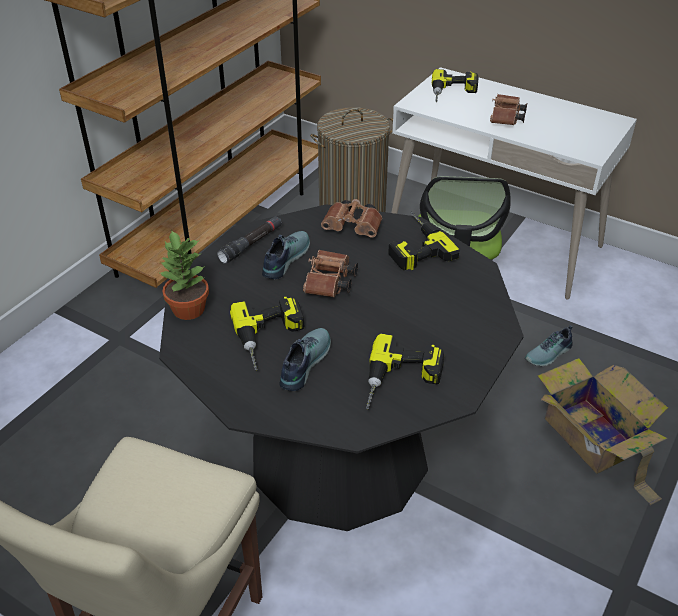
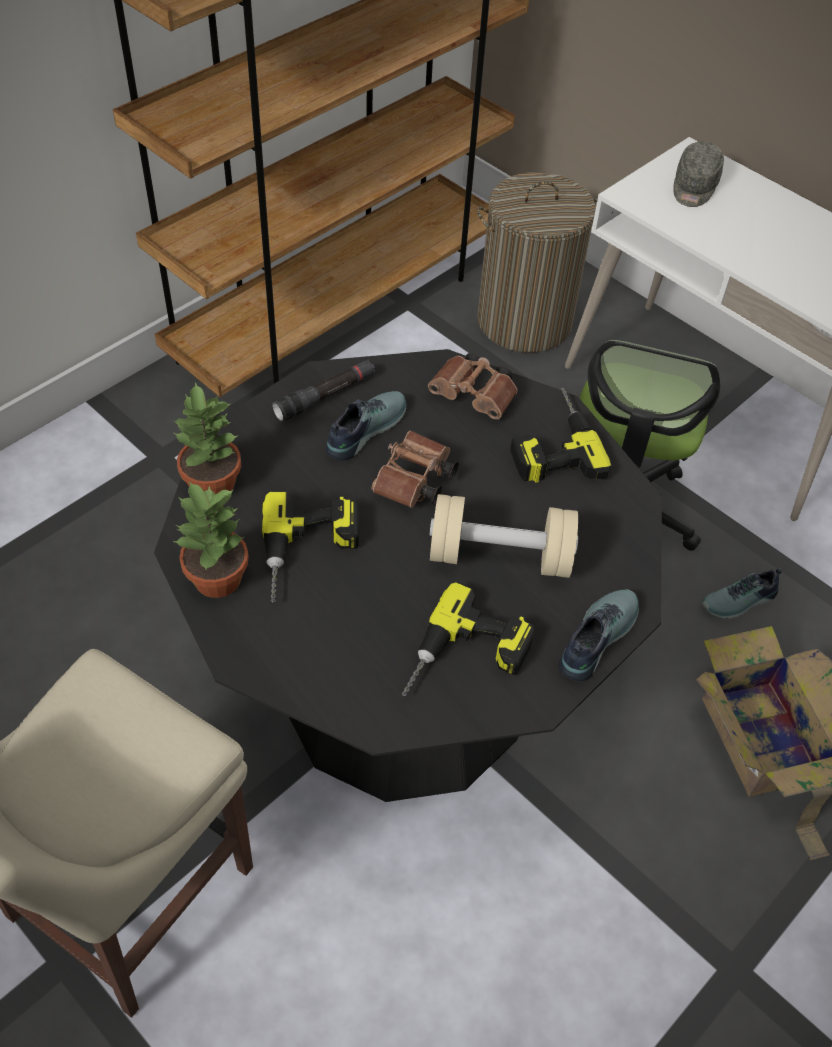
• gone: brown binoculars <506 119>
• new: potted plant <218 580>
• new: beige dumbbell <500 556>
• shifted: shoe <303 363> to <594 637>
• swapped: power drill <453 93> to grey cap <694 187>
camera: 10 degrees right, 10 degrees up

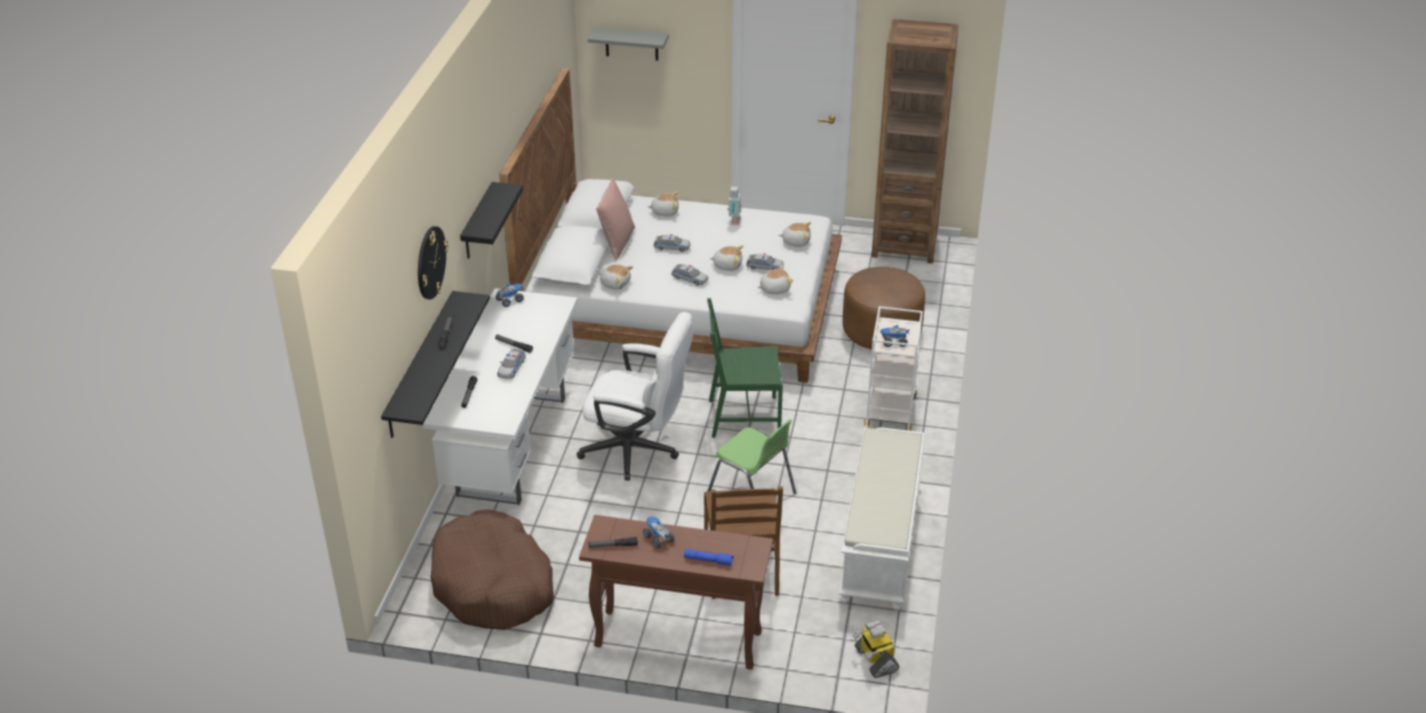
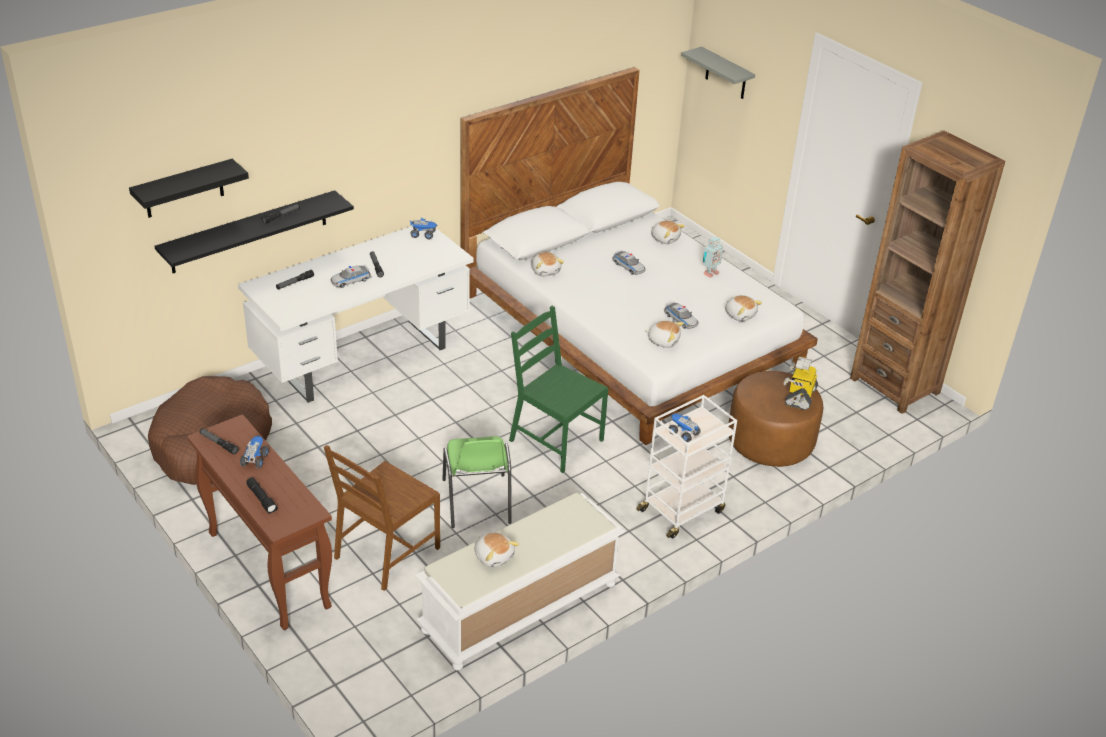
• gone: wall clock <430 262>
• gone: white office chair <638 450>
• gone: pink pillow <616 243>
• gone: toy car <690 278>
• shifted: black shelf <477 223> to <184 189>
• shifted: plush toy <727 265> to <494 556>
• shifted: toy robot <875 660> to <799 396>
• repainted: blue flashlight <709 560> to black flashlight <262 499>
camera: 40 degrees right, 0 degrees up

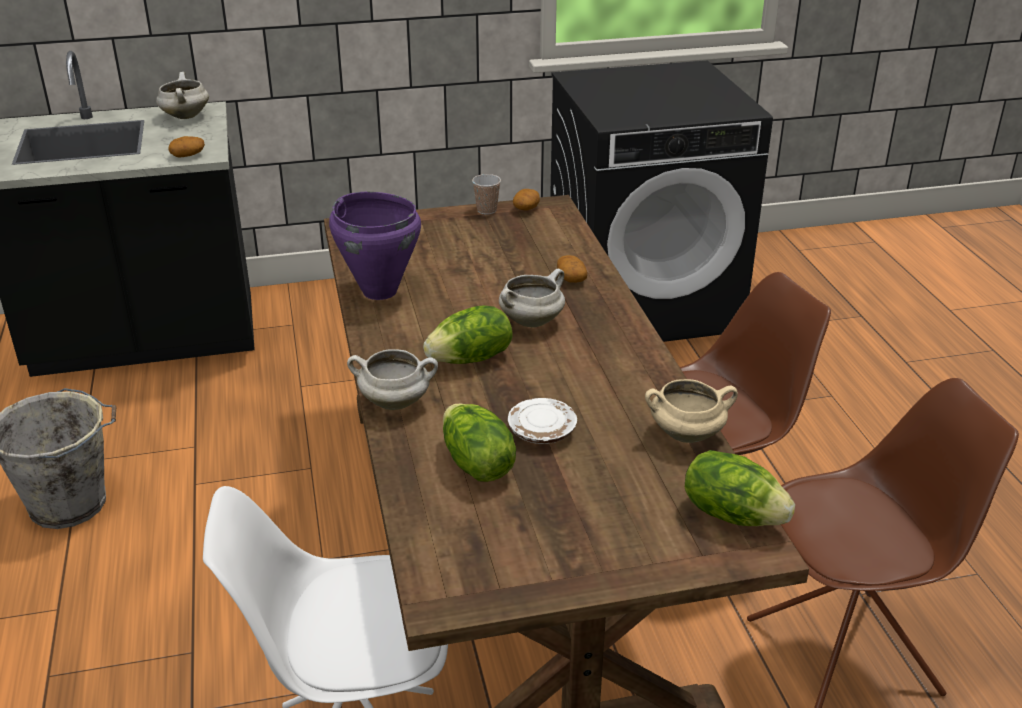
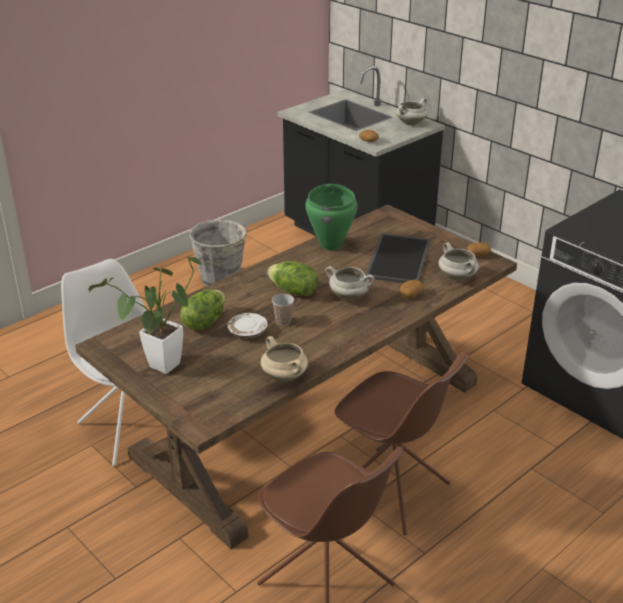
• gone: lettuce <732 513>
• new: potted plant <160 369>
• new: tray <397 258>
• shifted: white cooking pot <396 402> to <458 278>
• shifted: cup <486 210> to <283 321>
• repainted: purple cooking pot <379 291> to green cooking pot <331 245>
camera: 60 degrees right, 0 degrees up

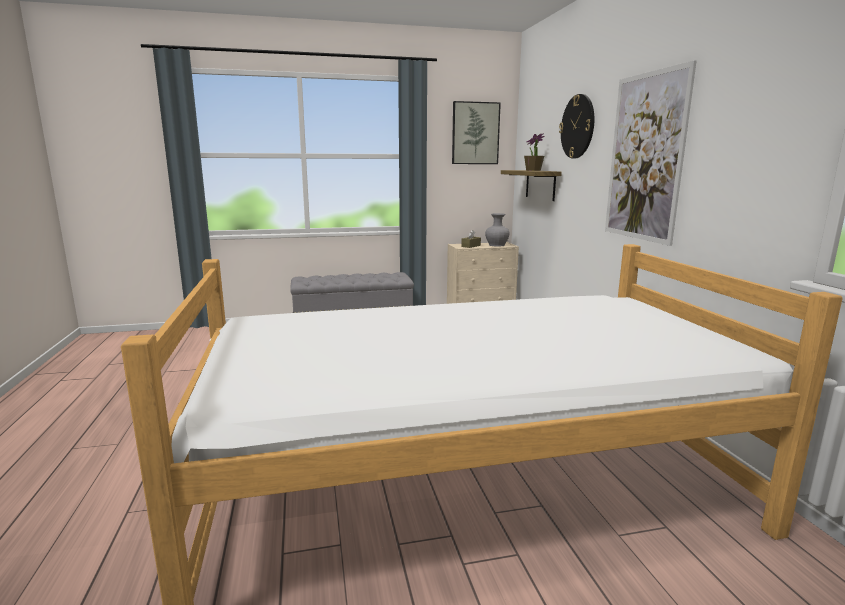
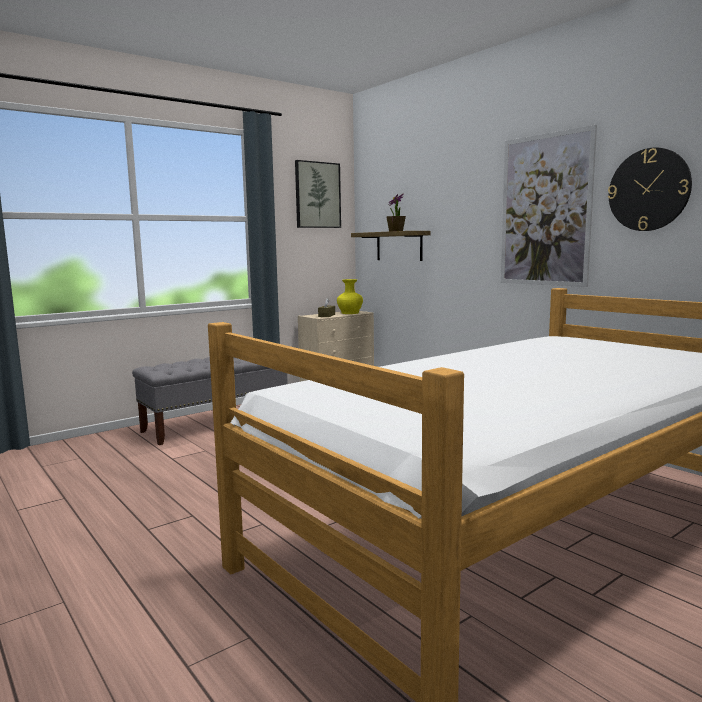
• shifted: wall clock <577 126> to <648 190>
• repainted: grey vase <497 245> to yellow vase <350 313>
camera: 25 degrees left, 5 degrees down

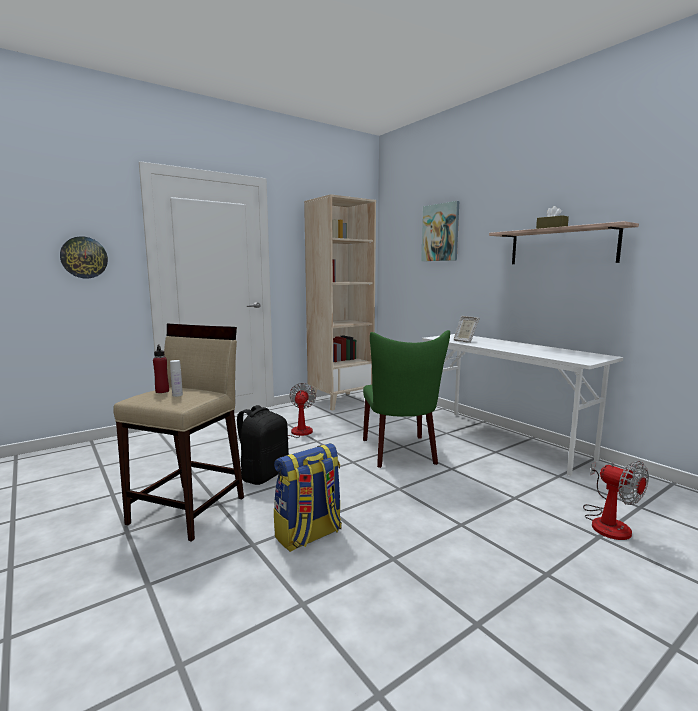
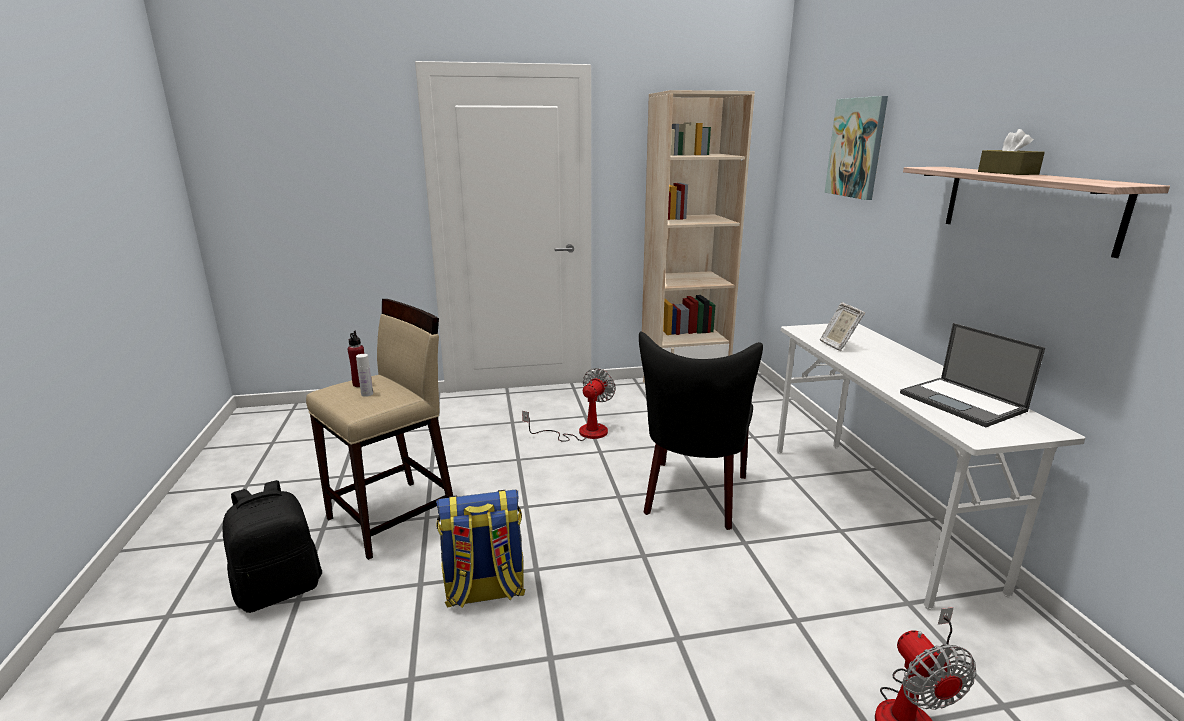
• gone: wall clock <84 257>
• new: laptop <963 402>
• shifted: black backpack <263 475> to <280 589>
• repainted: green chair <401 453> to black chair <693 498>
camera: 25 degrees right, 10 degrees up

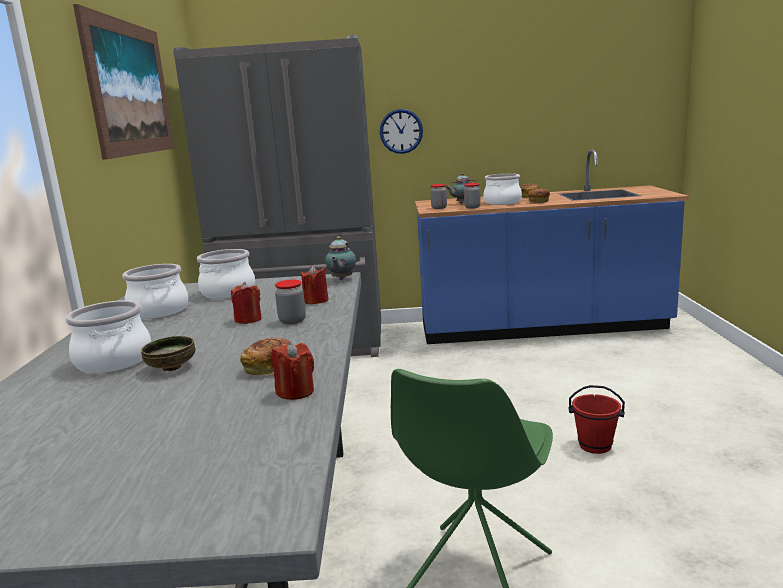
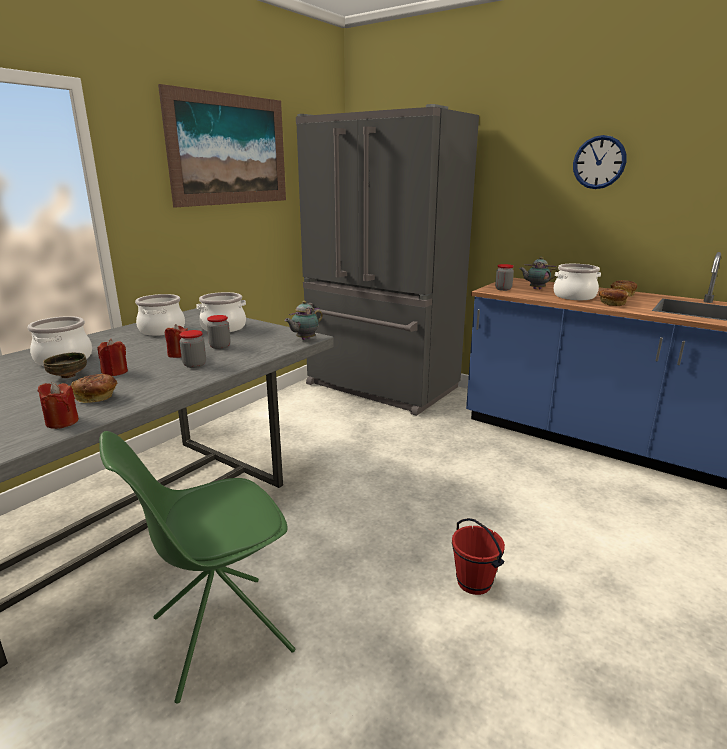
• shifted: red candle <316 301> to <115 372>
• shifted: wall clock <401 131> to <599 162>
• shifted: jar <472 207> to <220 346>
camera: 35 degrees right, 5 degrees up

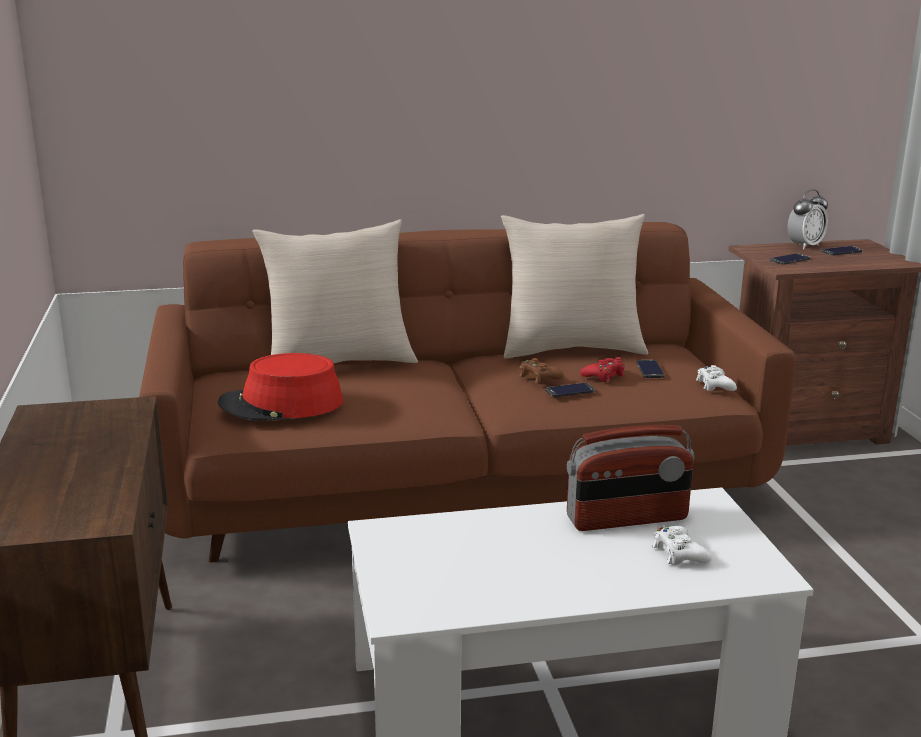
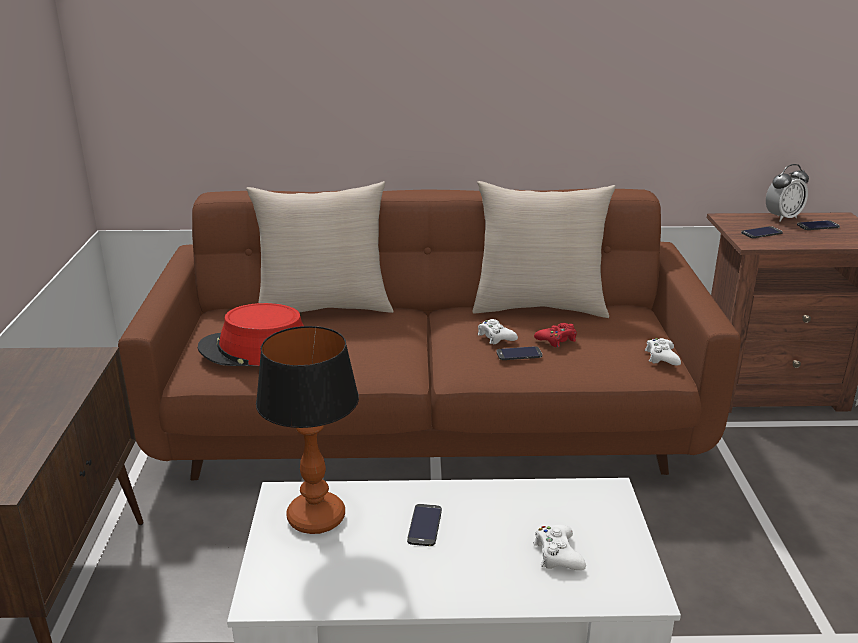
• gone: radio <627 519>
• new: table lamp <317 517>
• shifted: phone <650 369> to <424 525>
• repainted: brown game controller <539 377> to white game controller <495 337>
camera: 10 degrees right, 5 degrees up

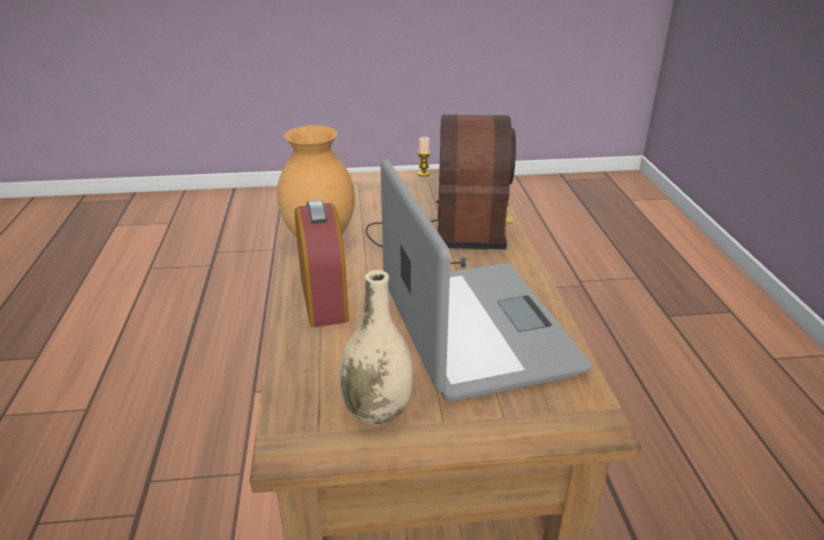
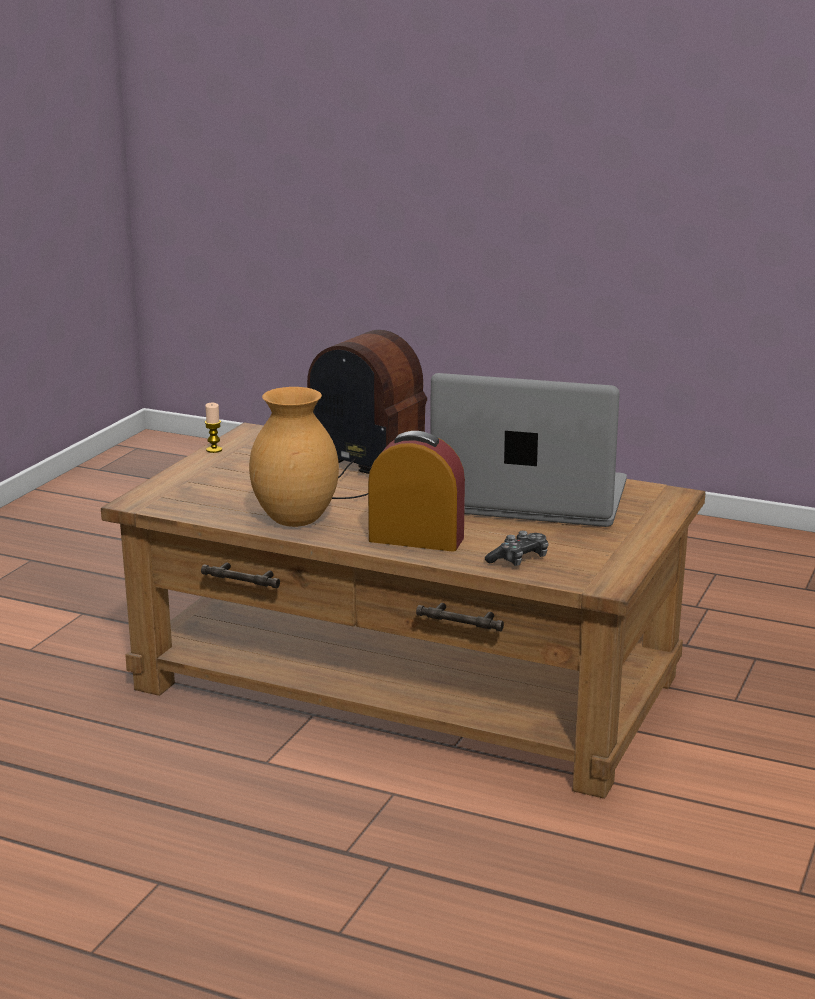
• gone: beige vase <377 411>
• new: game controller <519 560>
camera: 60 degrees left, 10 degrees down

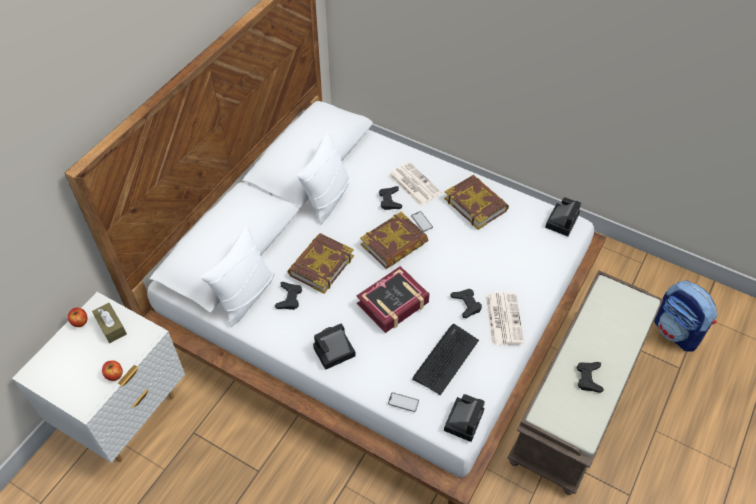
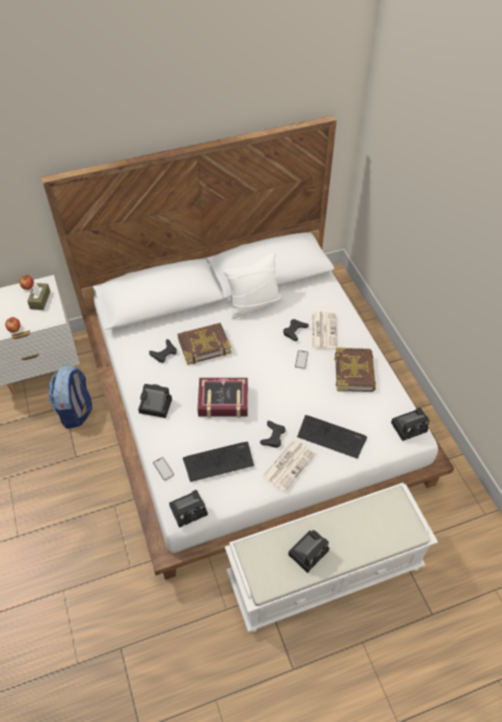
• gone: white pillow <245 296>
• gone: book <394 244>
• new: keyboard <331 436>
• shifted: backpack <676 332> to <76 411>
• swapped: black game controller <588 378> to photo camera <309 551>
• repainted: brown bench <576 397> to white bench <325 570>
camera: 40 degrees right, 0 degrees up

